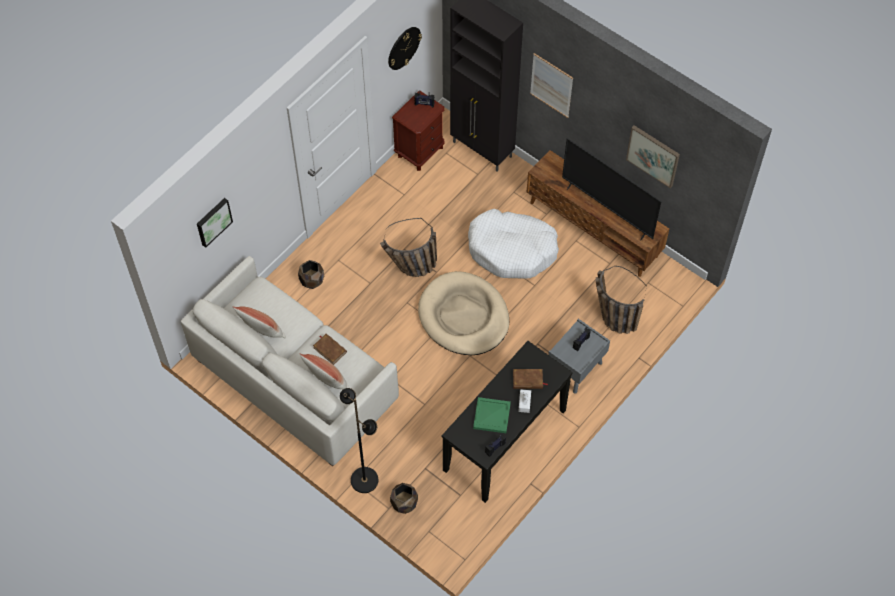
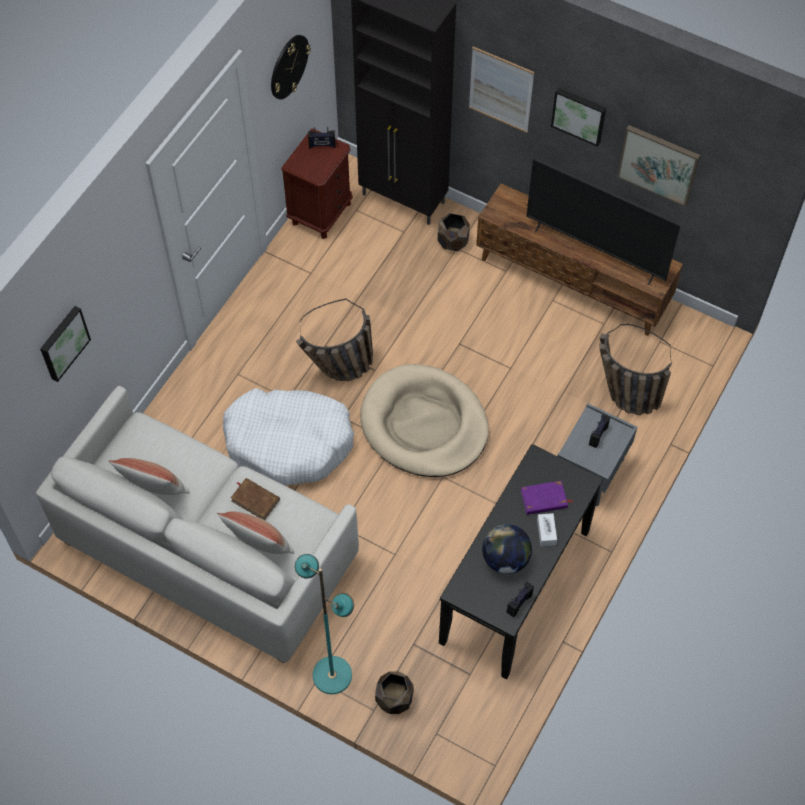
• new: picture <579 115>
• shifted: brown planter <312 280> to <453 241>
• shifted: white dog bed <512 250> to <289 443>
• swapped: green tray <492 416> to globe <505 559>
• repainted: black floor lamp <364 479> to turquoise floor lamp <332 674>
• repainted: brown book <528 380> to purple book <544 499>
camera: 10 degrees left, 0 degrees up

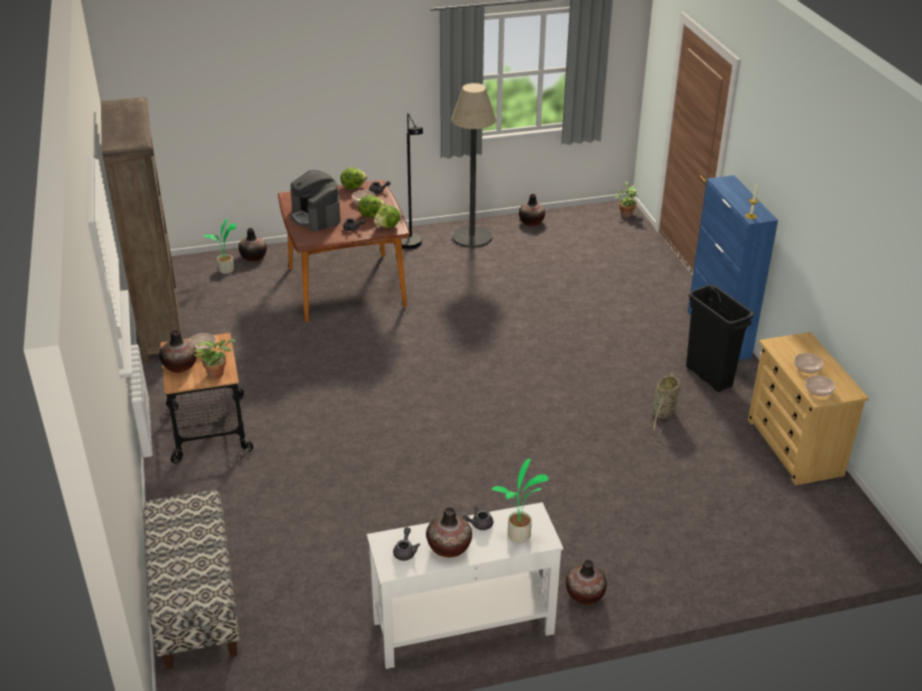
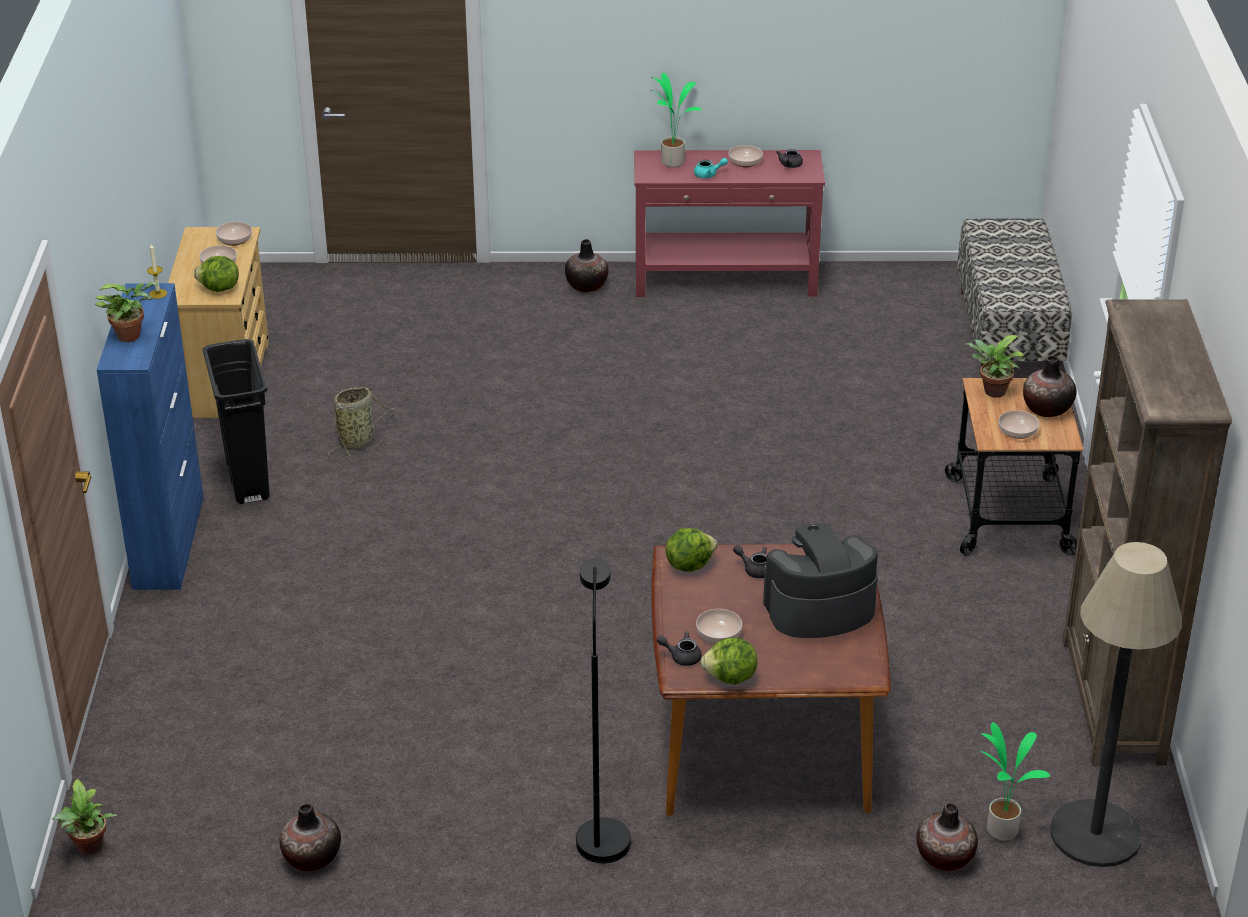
• new: potted plant <132 335>
• shifted: lettuce <371 215> to <219 289>
• shifted: floor lamp <472 237> to <1095 834>
• swapped: vase <449 548> to bowl <746 162>
• repainted: white console table <462 627> to red console table <726 280>
• repainted: grey teapot <478 524> to turquoise teapot <708 175>
• rotated: coffee machine <316 217> = <818 609> 90 degrees counterclockwise
camera: 165 degrees left, 0 degrees up

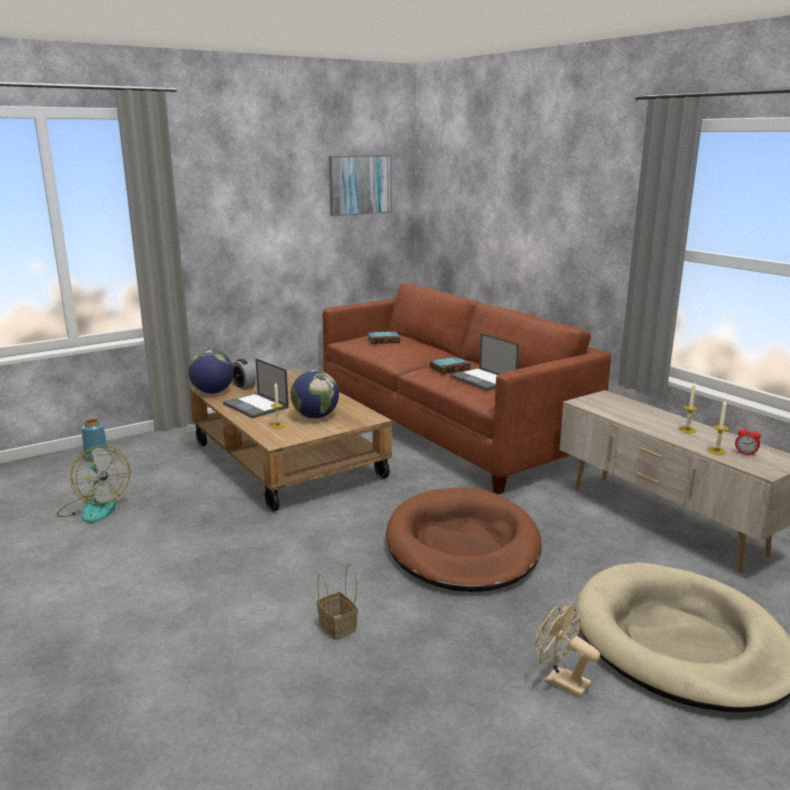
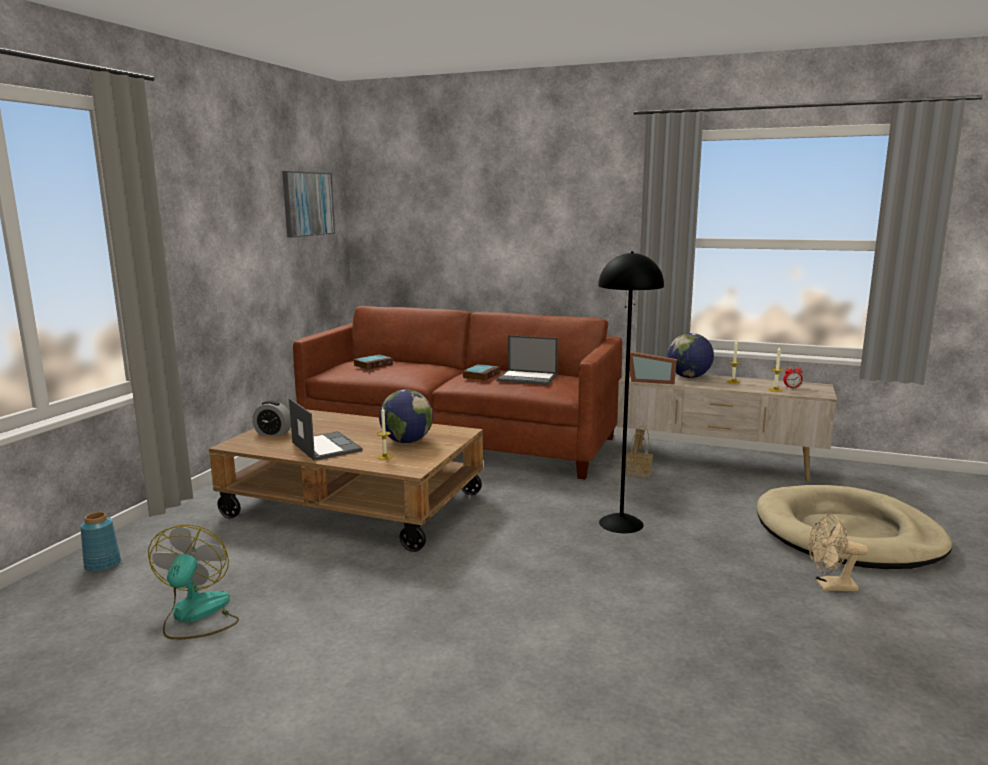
• new: picture frame <650 381>
• shifted: globe <213 392> to <689 377>
• shifted: basket <339 627> to <639 473>
• swapped: brown dog bed <462 545> to black floor lamp <621 523>
• rotated: fan <94 508> = <196 615> 105 degrees counterclockwise
• rotated: laptop <256 406> = <325 446> 135 degrees counterclockwise
camera: 35 degrees left, 5 degrees down

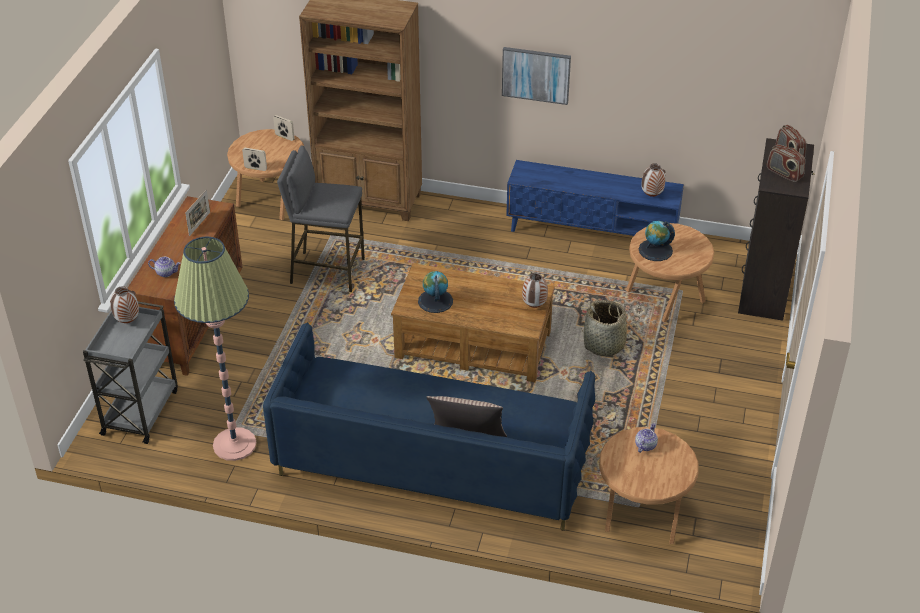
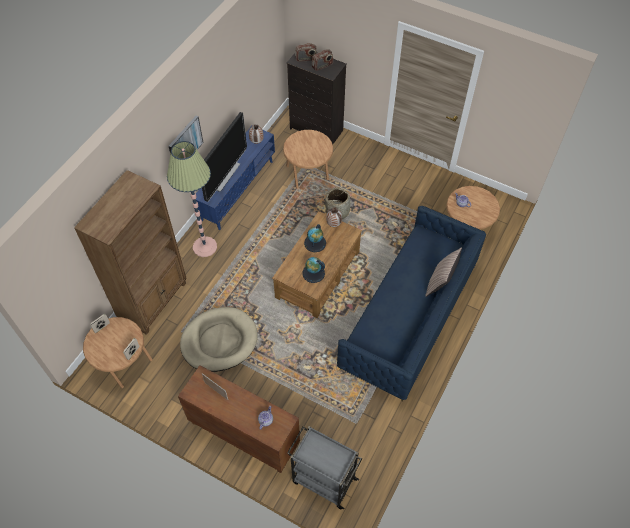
• gone: vase <127 322>
• new: television <224 175>
• shifted: floor lamp <234 444> to <205 247>
• shifted: globe <655 250> to <315 243>
• swapped: grey stool <327 271> to beige dog bed <219 341>
camera: 75 degrees left, 15 degrees up

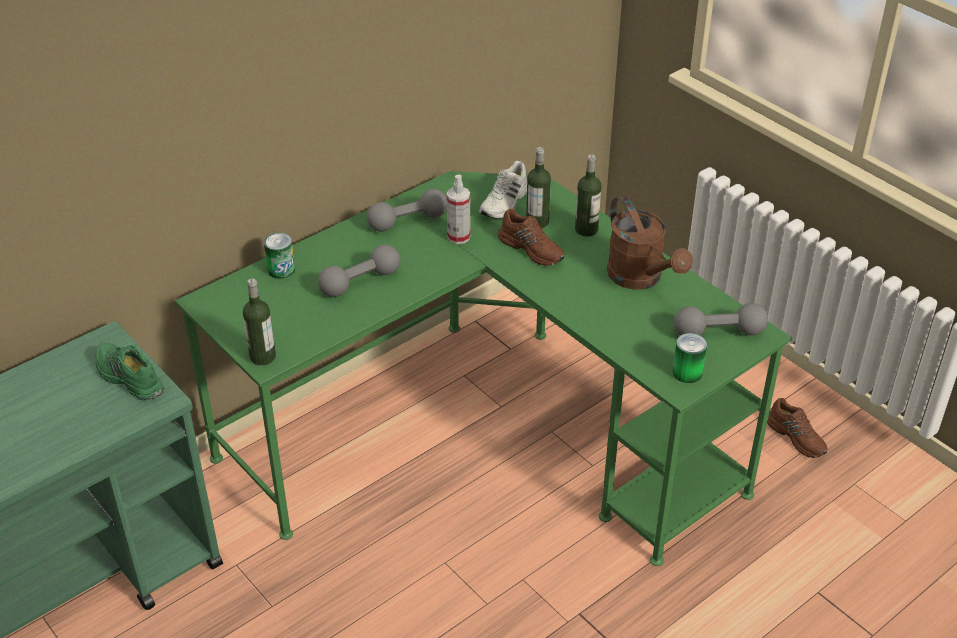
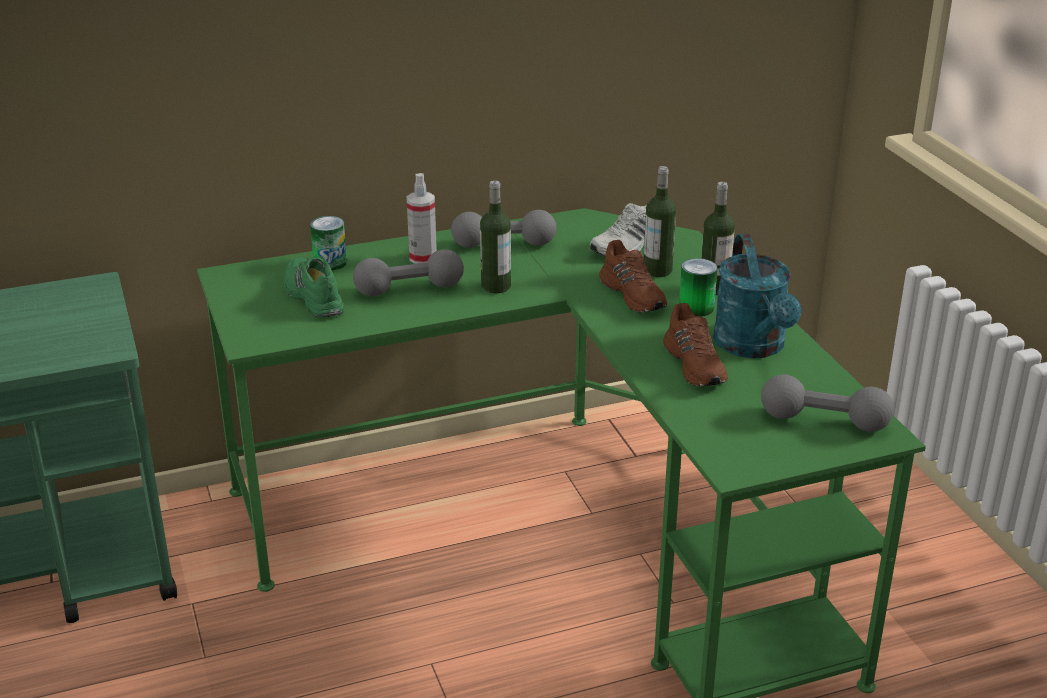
• shifted: green shoe <128 378> to <312 296>
• shifted: bottle <263 357> to <496 286>
• shifted: spray bottle <458 237> to <423 258>
• shifted: can <687 372> to <696 307>
• shifted: brown shoe <797 437> to <696 364>
• repainted: brown watering can <641 278> to turquoise watering can <753 347>
camera: 20 degrees right, 10 degrees down

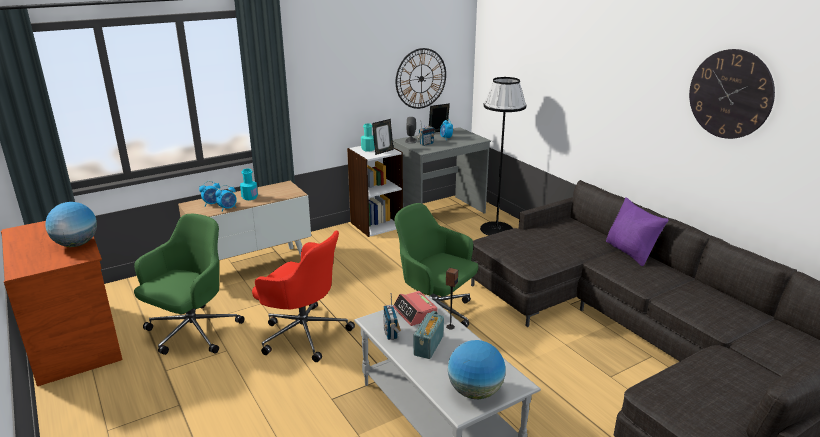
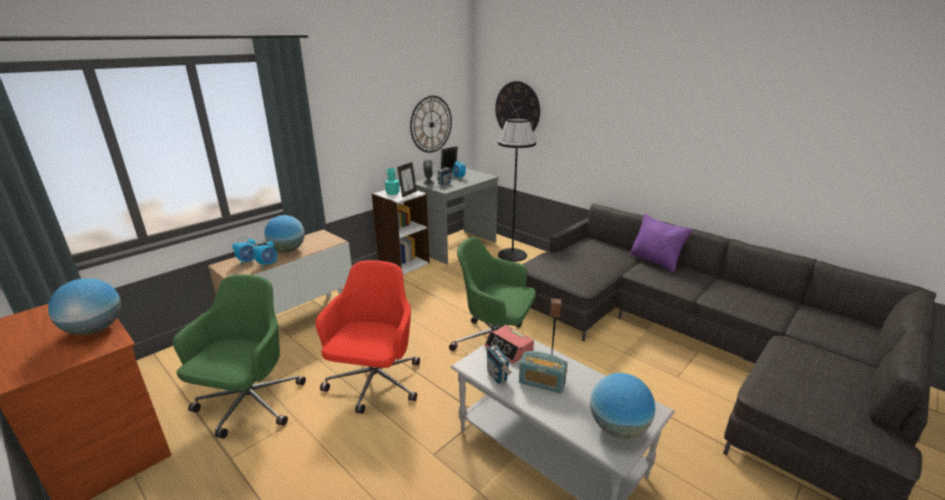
• shifted: wall clock <730 94> to <517 110>
• swapped: turquoise bottle <249 197> to globe <287 250>
• rotated: red office chair <303 333> = <374 384> 90 degrees counterclockwise
• rotated: radio <428 345> = <542 383> 75 degrees counterclockwise
camera: 15 degrees left, 0 degrees up

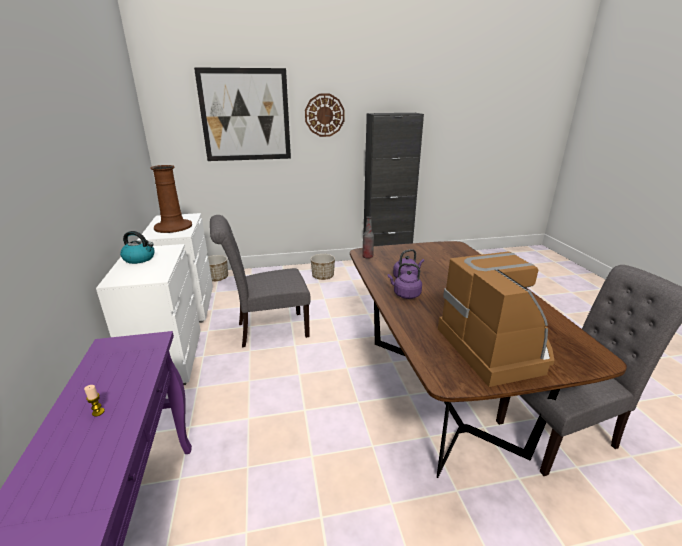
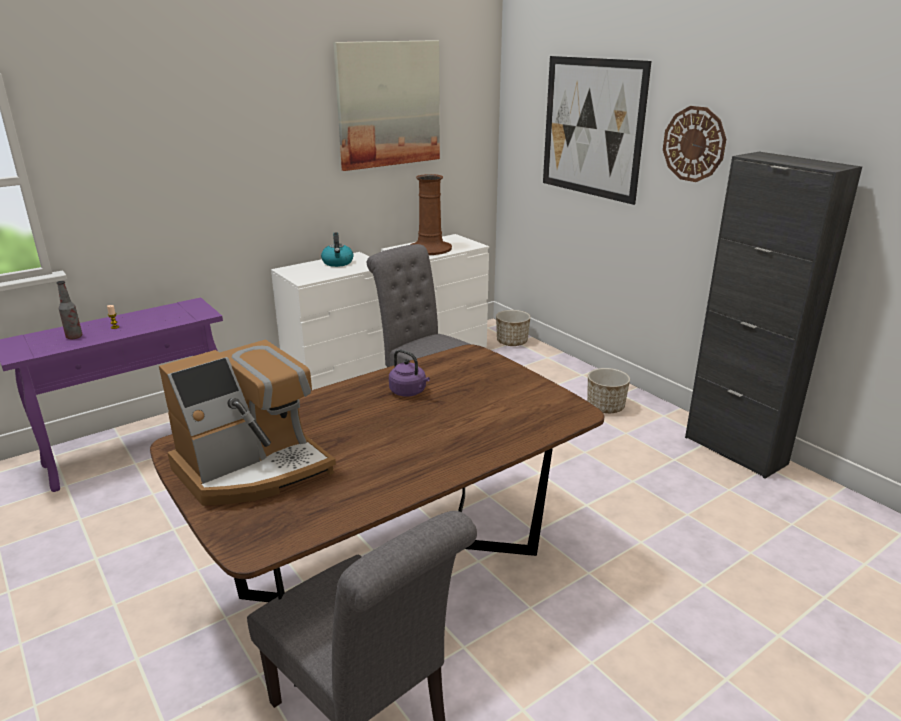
• gone: purple kettle <405 294>
• new: picture <388 104>
• shifted: bottle <367 257> to <74 337>
camera: 65 degrees right, 0 degrees up

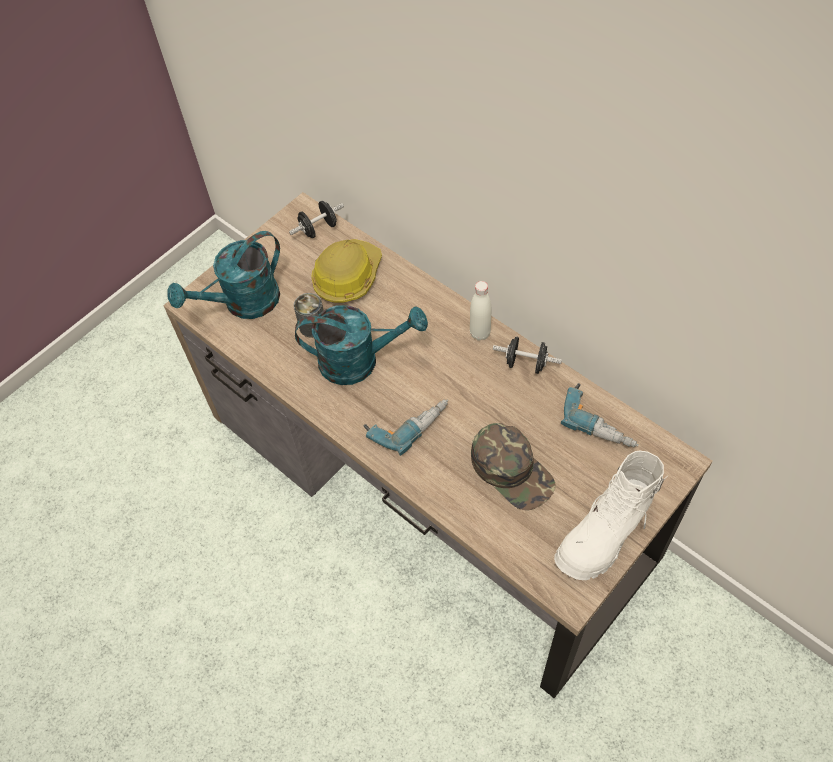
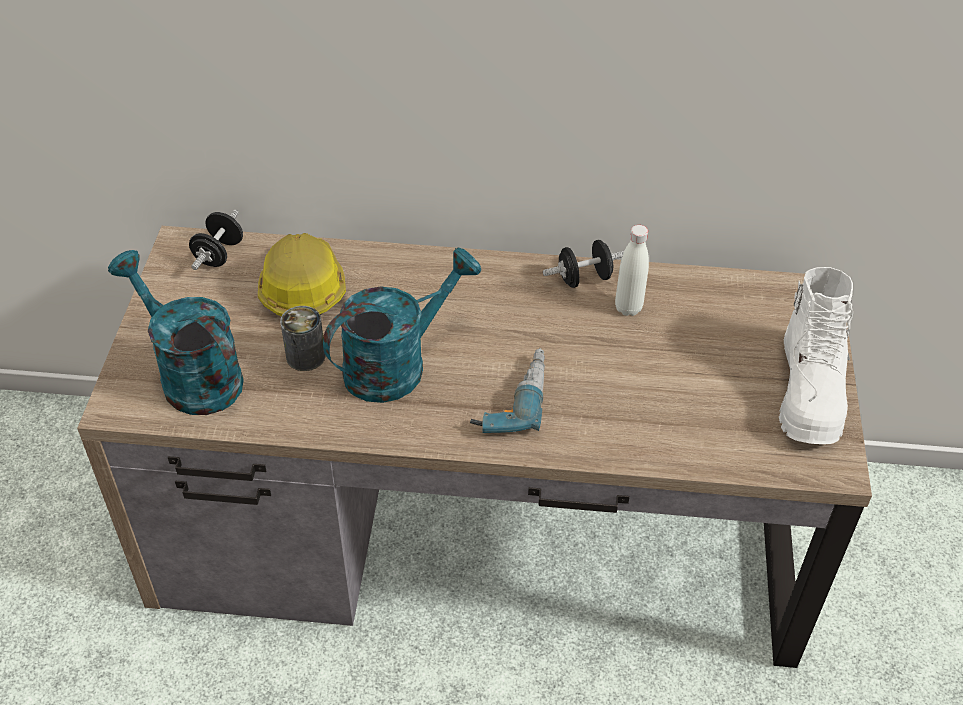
• gone: green cap <512 470>
• gone: power drill <601 421>
• shifted: white bottle <480 333> to <628 308>
• rotated: turquoise watering can <243 304> = <192 375> 120 degrees clockwise
camera: 40 degrees left, 10 degrees down

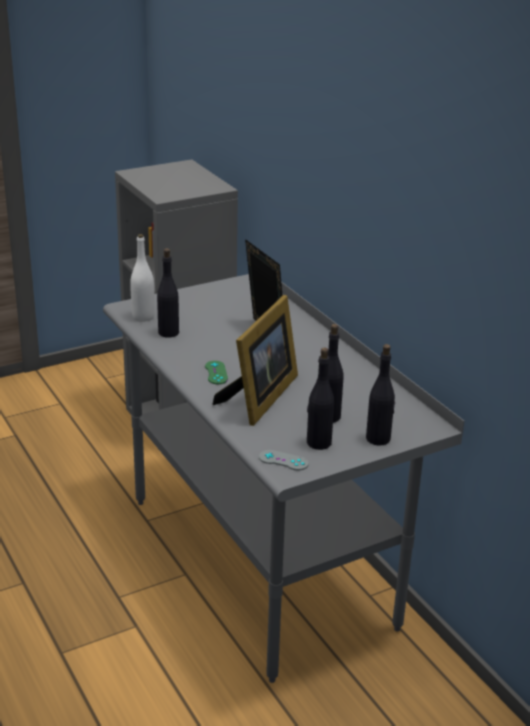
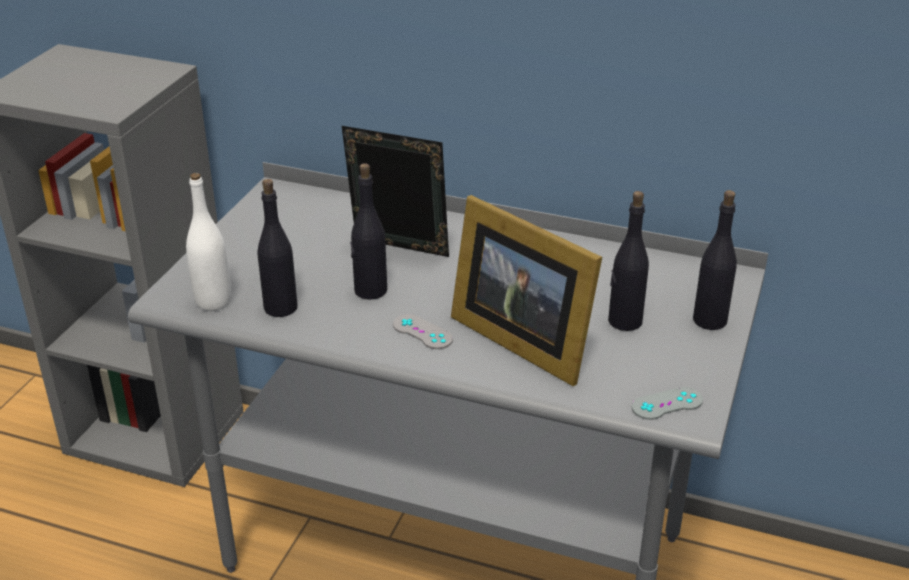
• shifted: black bottle <318 443> to <370 290>
• repainted: green game controller <216 373> to grey game controller <422 332>
• rotated: picture frame <260 398> = <521 338> 150 degrees clockwise
camera: 40 degrees left, 5 degrees up

